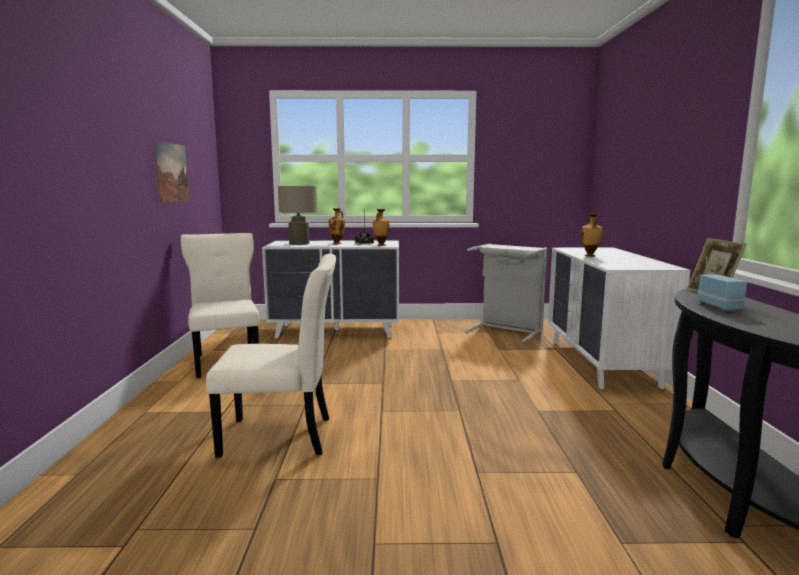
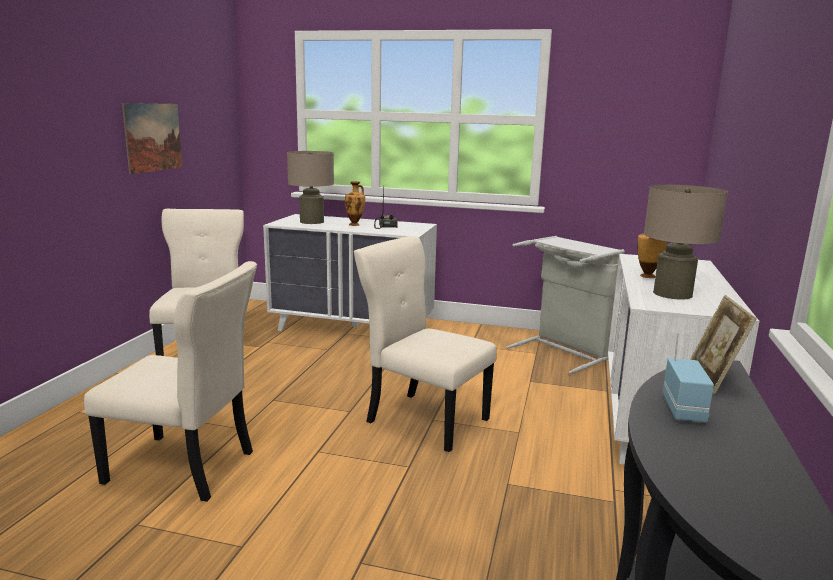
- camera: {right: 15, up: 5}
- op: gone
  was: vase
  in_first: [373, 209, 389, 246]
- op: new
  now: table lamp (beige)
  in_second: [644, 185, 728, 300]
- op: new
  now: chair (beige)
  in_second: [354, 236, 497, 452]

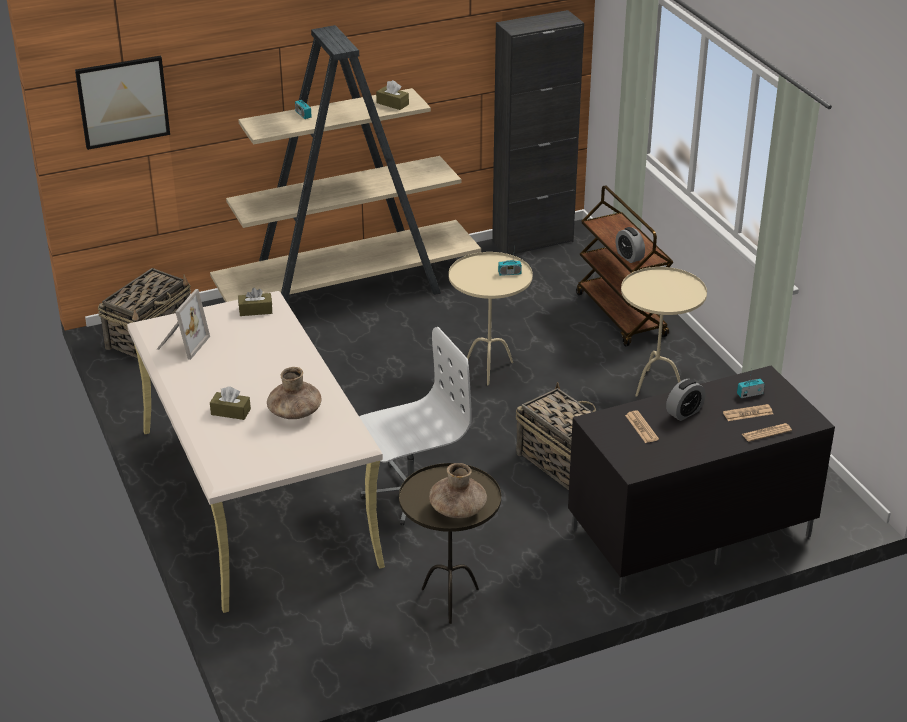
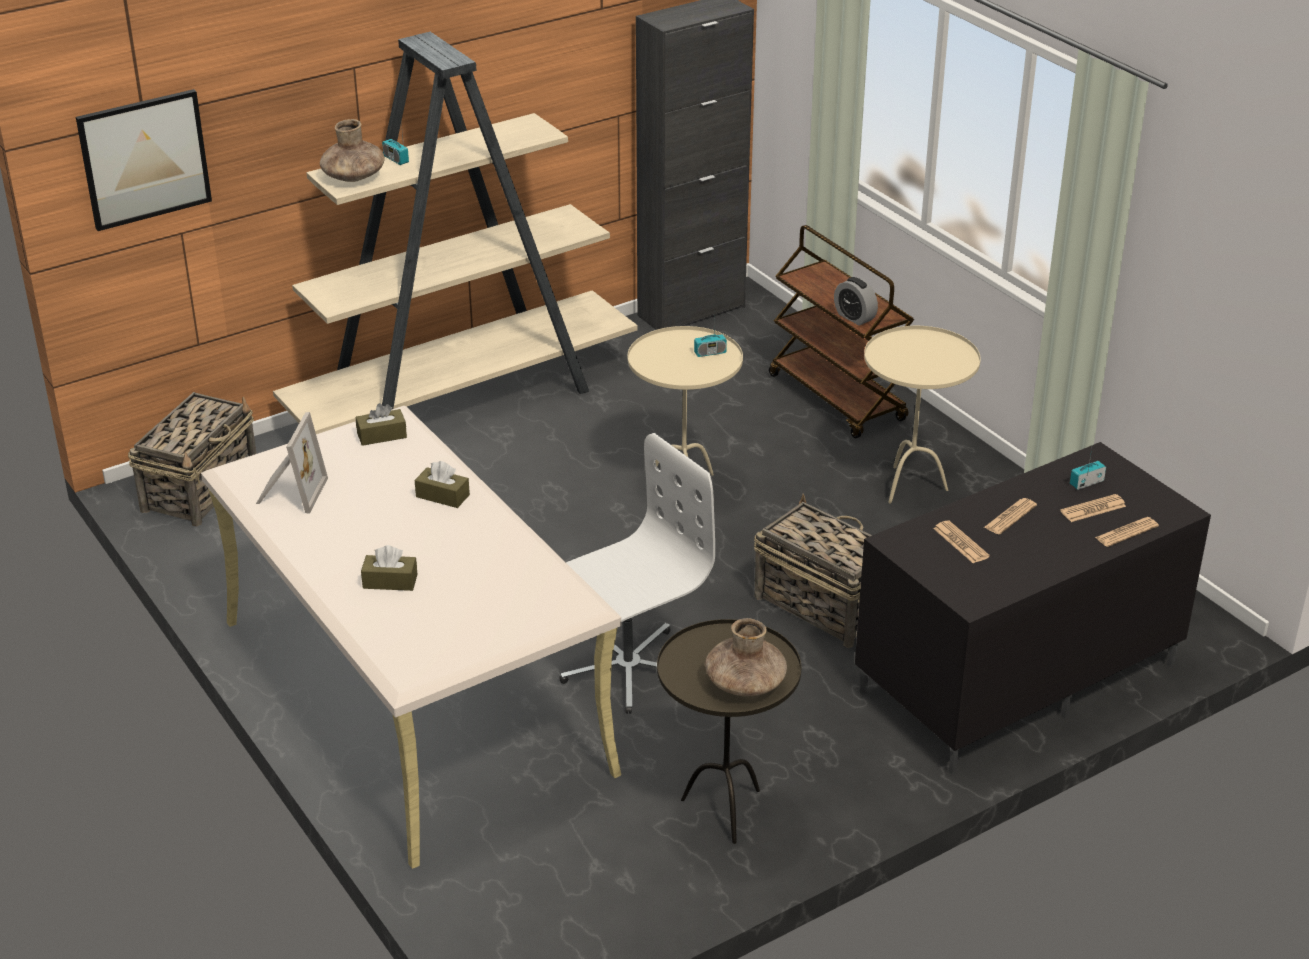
- camera: {right: -10, up: 0}
- op: shifted
  was: tissue box (brown)
  in_first: [376, 80, 409, 110]
  in_second: [415, 461, 470, 508]
- op: shifted
  was: vase (brown)
  in_first: [267, 367, 321, 419]
  in_second: [320, 119, 384, 182]
- op: swapped
  was: alarm clock
  now: newspaper
  in_first: [666, 379, 706, 421]
  in_second: [984, 498, 1037, 534]

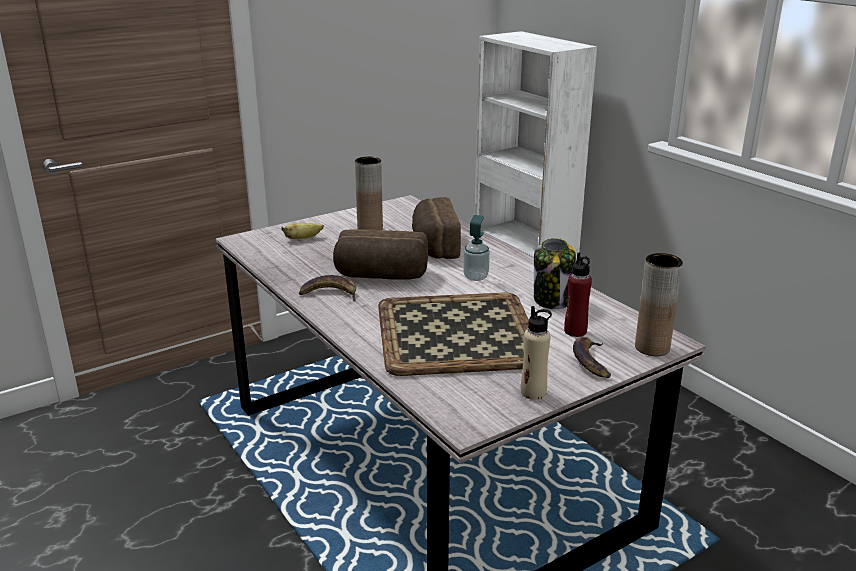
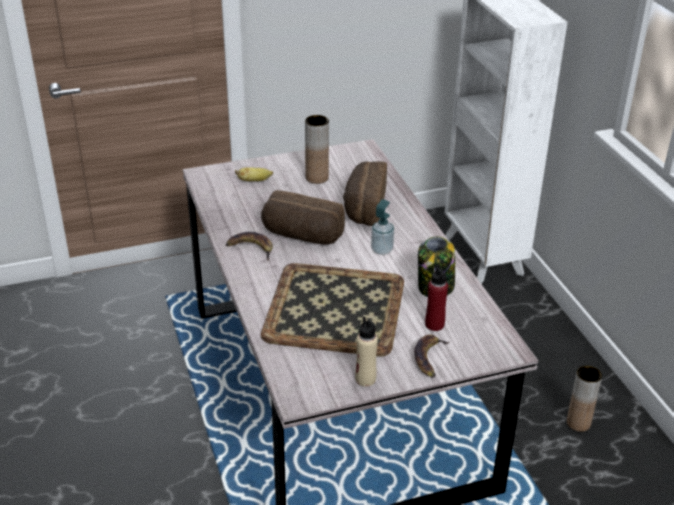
- camera: {right: 15, up: 10}
- op: shifted
  was: vase (brown)
  in_first: [635, 253, 683, 356]
  in_second: [567, 366, 602, 432]

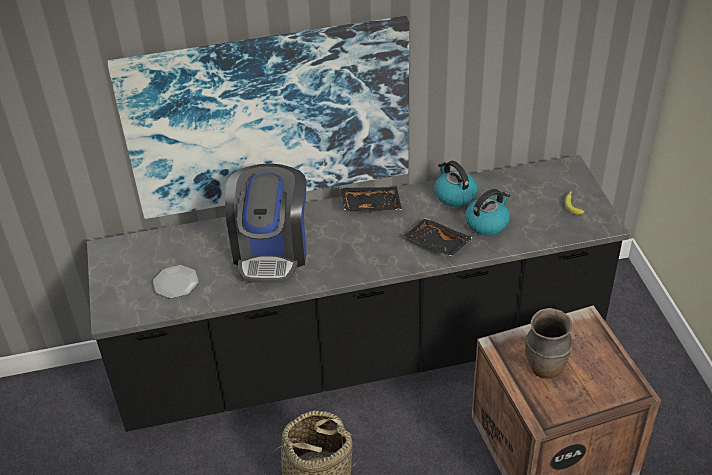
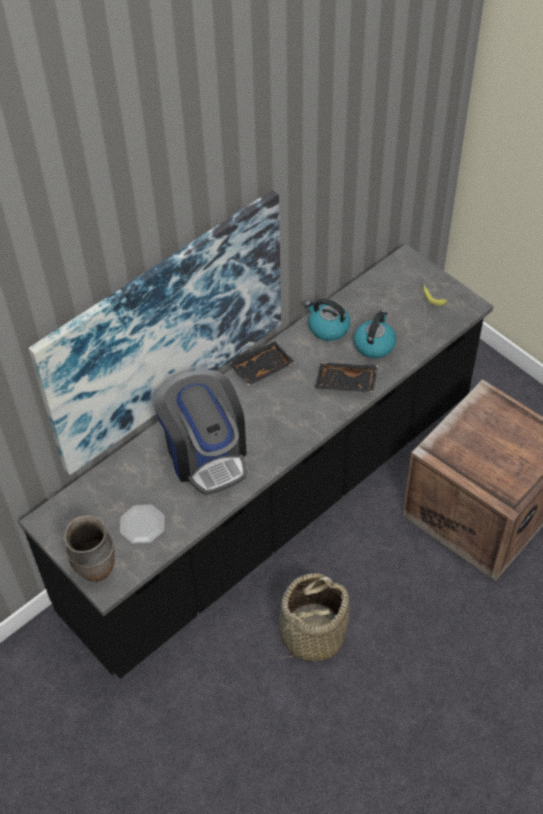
- camera: {right: -30, up: 10}
- op: shifted
  was: vase (brown)
  in_first: [525, 308, 572, 379]
  in_second: [64, 515, 115, 582]

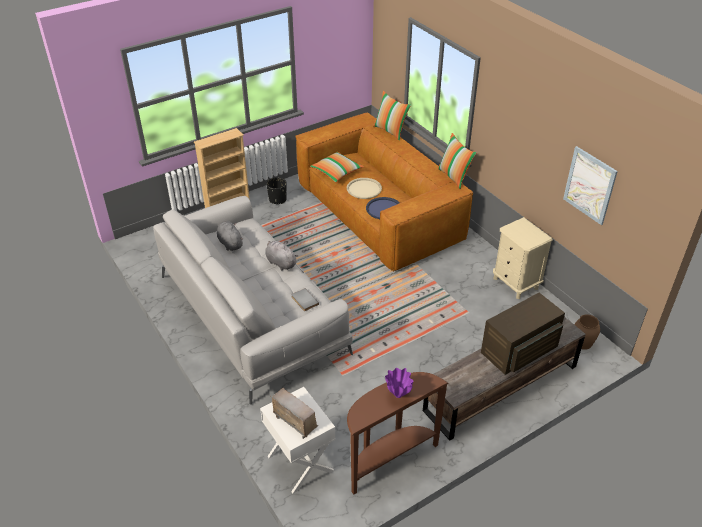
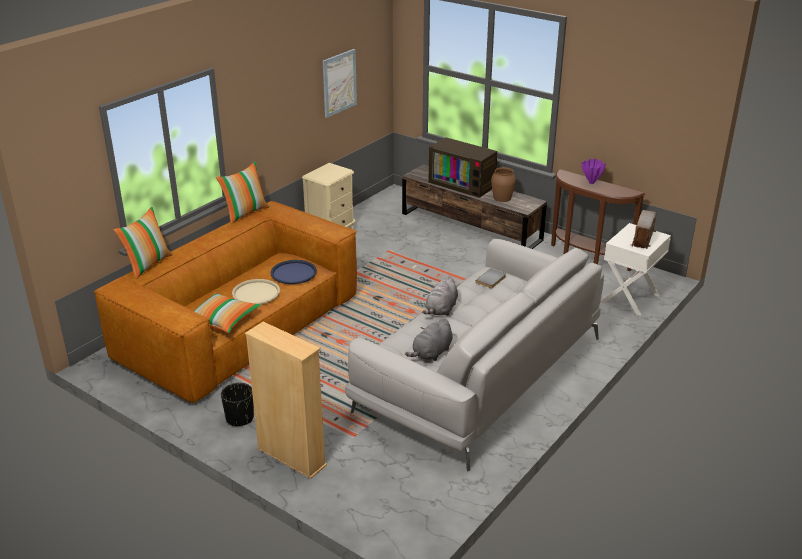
- camera: {right: -110, up: -10}
- op: shifted
  was: vase (brown)
  in_first: [575, 314, 600, 350]
  in_second: [491, 167, 516, 202]

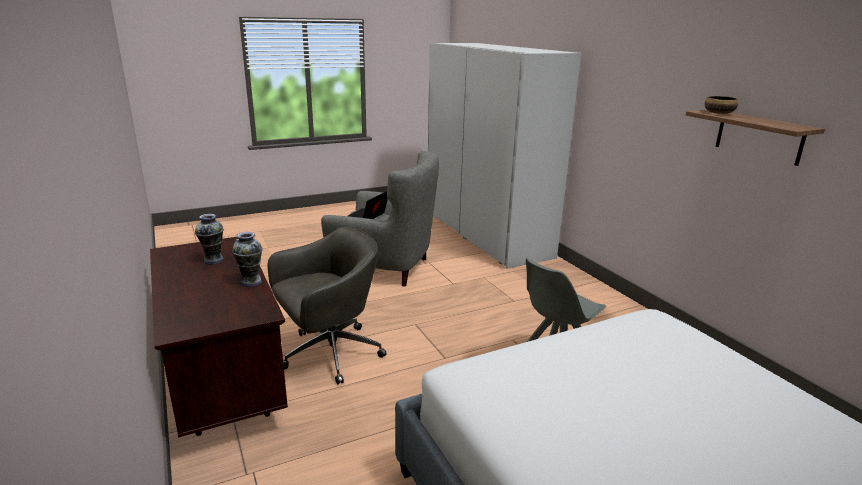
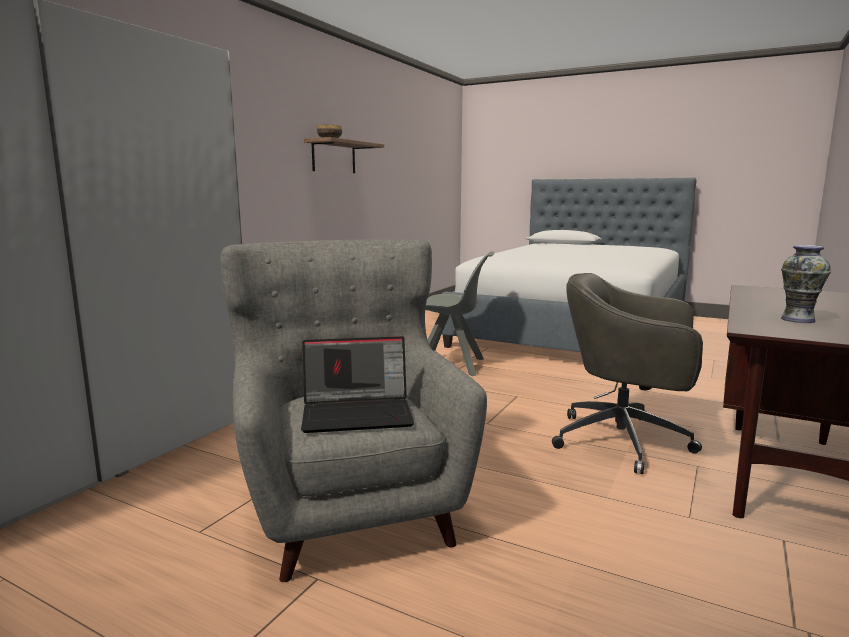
- camera: {right: -125, up: -10}
- op: gone
  was: vase
  in_first: [232, 232, 263, 287]

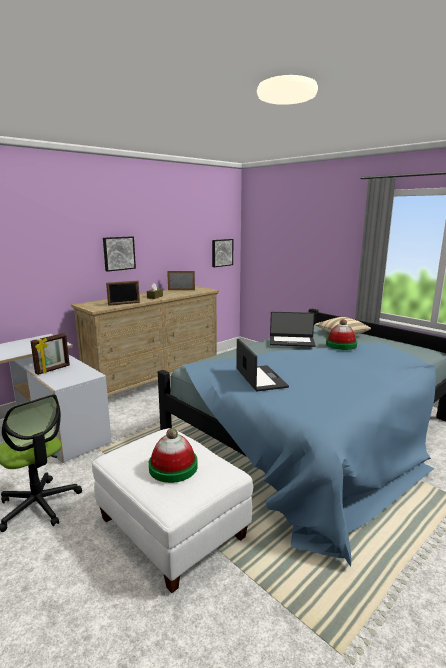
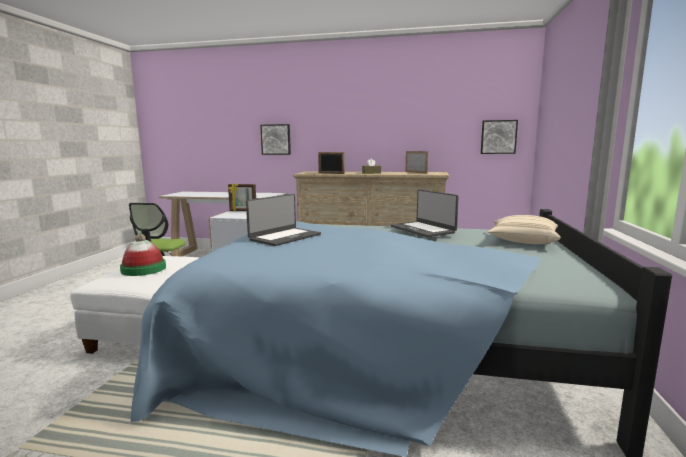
- camera: {right: 55, up: -5}
- op: shifted
  was: picture
  in_first: [103, 236, 136, 272]
  in_second: [260, 124, 291, 155]
- op: gone
  was: hat
  in_first: [326, 319, 357, 350]

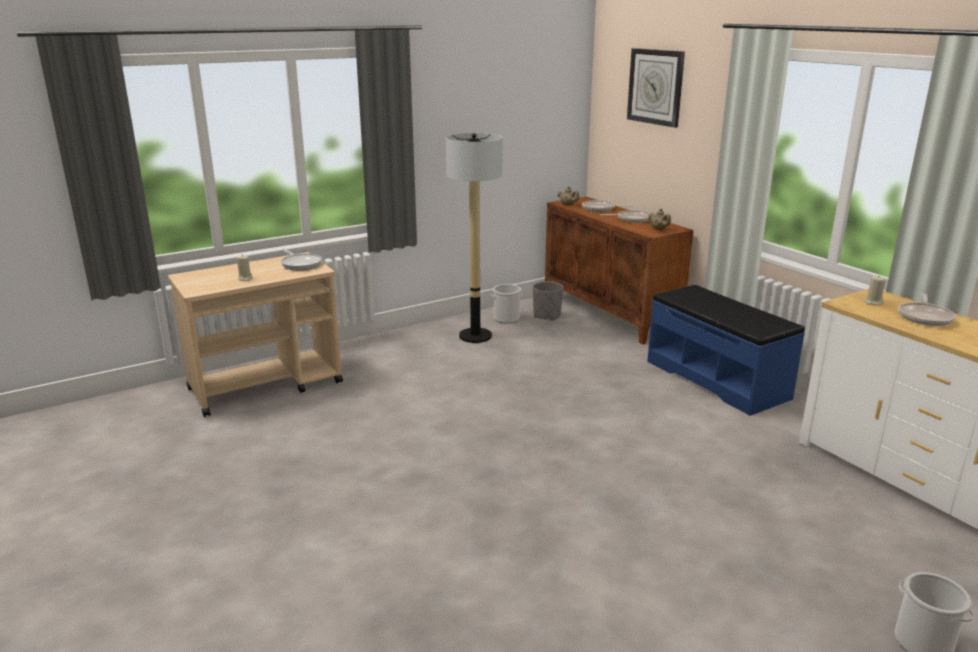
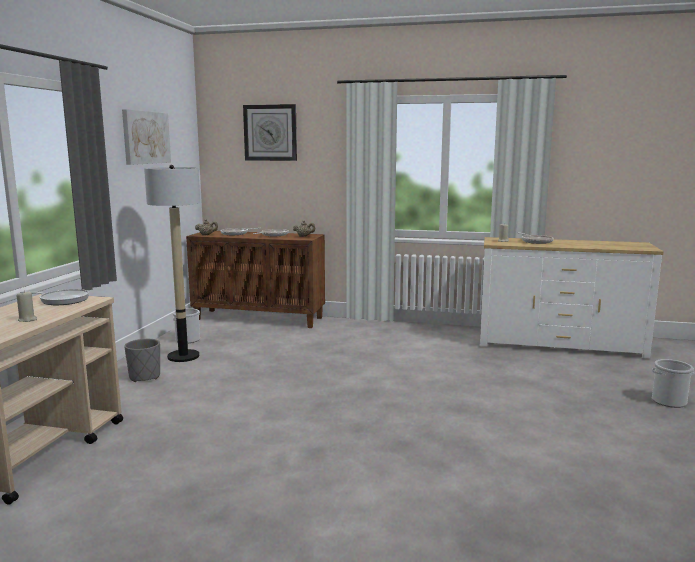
- camera: {right: -45, up: -10}
- op: shifted
  was: planter (grey)
  in_first: [533, 281, 563, 321]
  in_second: [124, 339, 160, 382]
- op: gone
  was: bench (blue)
  in_first: [647, 285, 805, 416]
- op: new
  now: picture
  in_second: [122, 109, 171, 165]

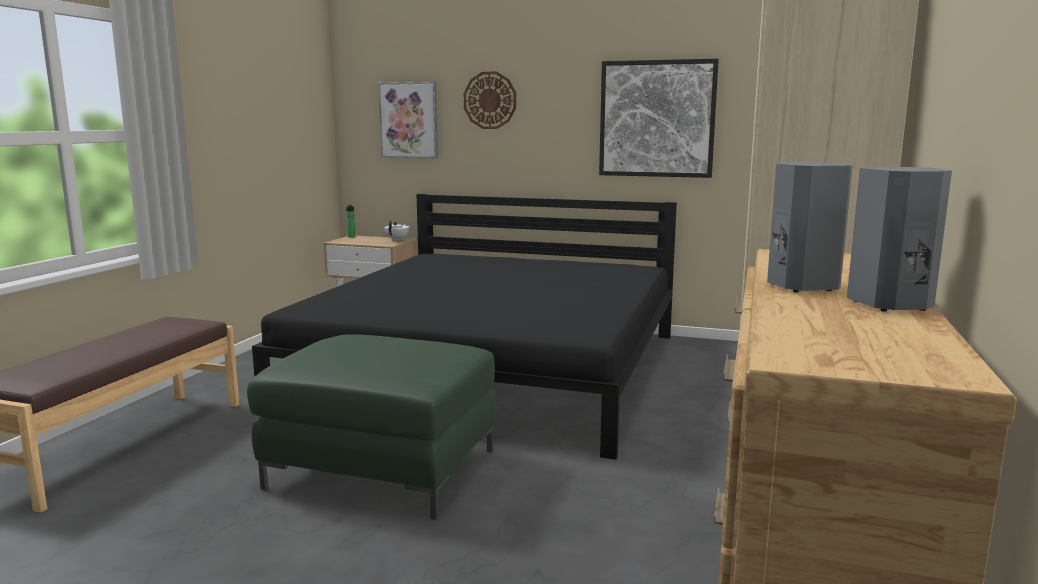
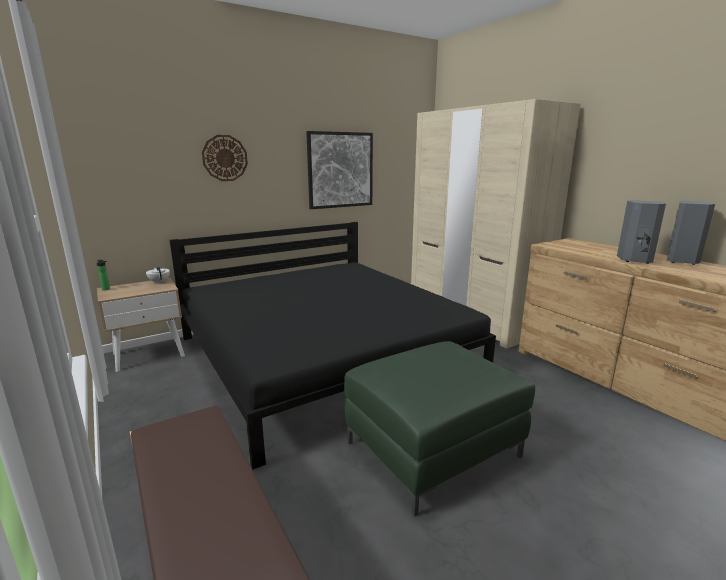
- camera: {right: -50, up: 5}
- op: gone
  was: picture
  in_first: [378, 82, 438, 158]

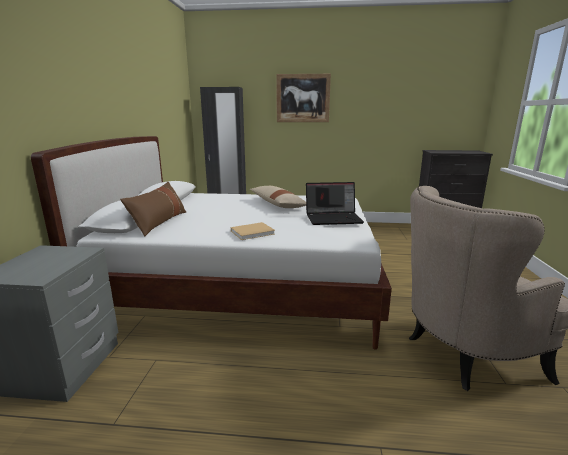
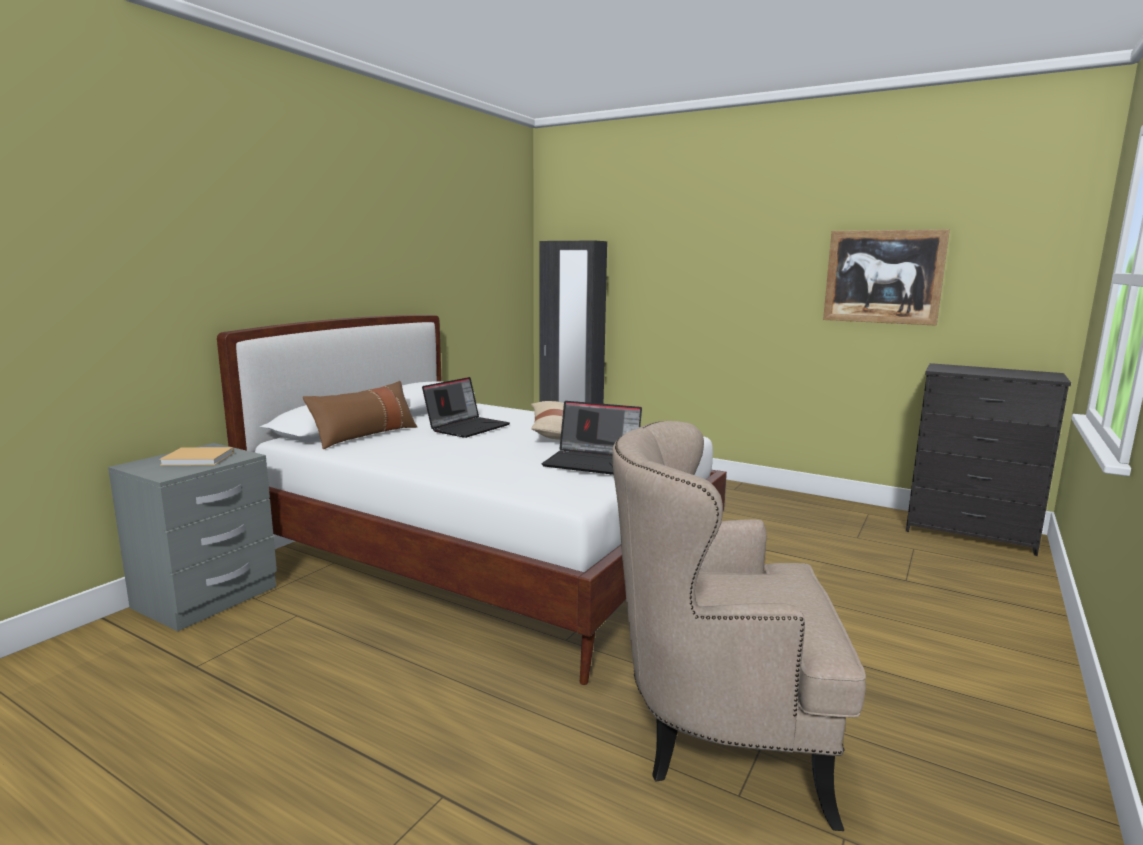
- camera: {right: 25, up: -5}
- op: shifted
  was: picture
  in_first: [276, 74, 331, 122]
  in_second: [823, 229, 950, 326]
- op: shifted
  was: book (beige)
  in_first: [231, 222, 275, 240]
  in_second: [159, 447, 234, 466]
- op: new
  now: laptop
  in_second: [422, 377, 510, 438]

